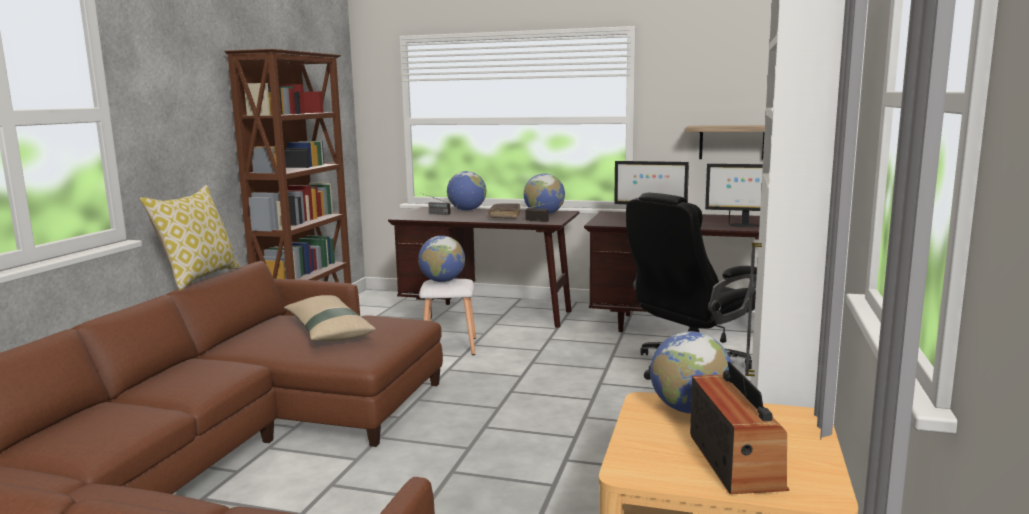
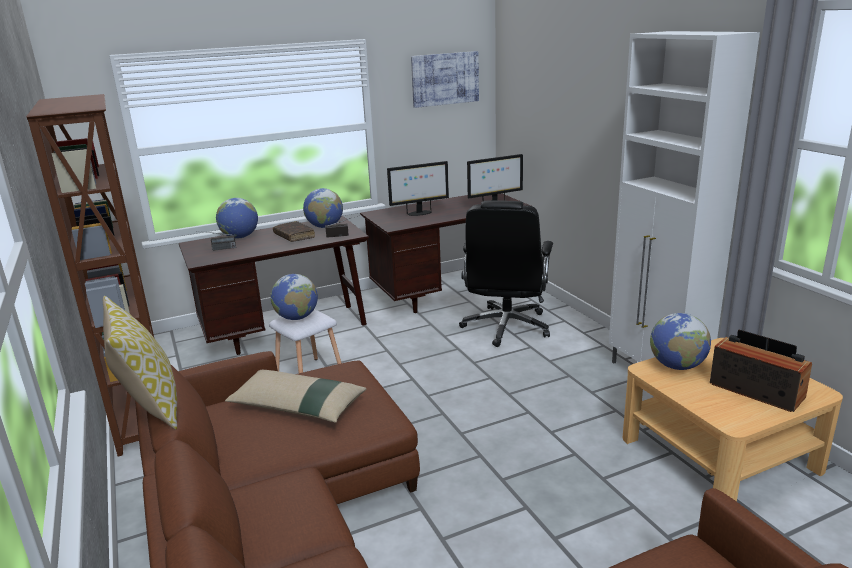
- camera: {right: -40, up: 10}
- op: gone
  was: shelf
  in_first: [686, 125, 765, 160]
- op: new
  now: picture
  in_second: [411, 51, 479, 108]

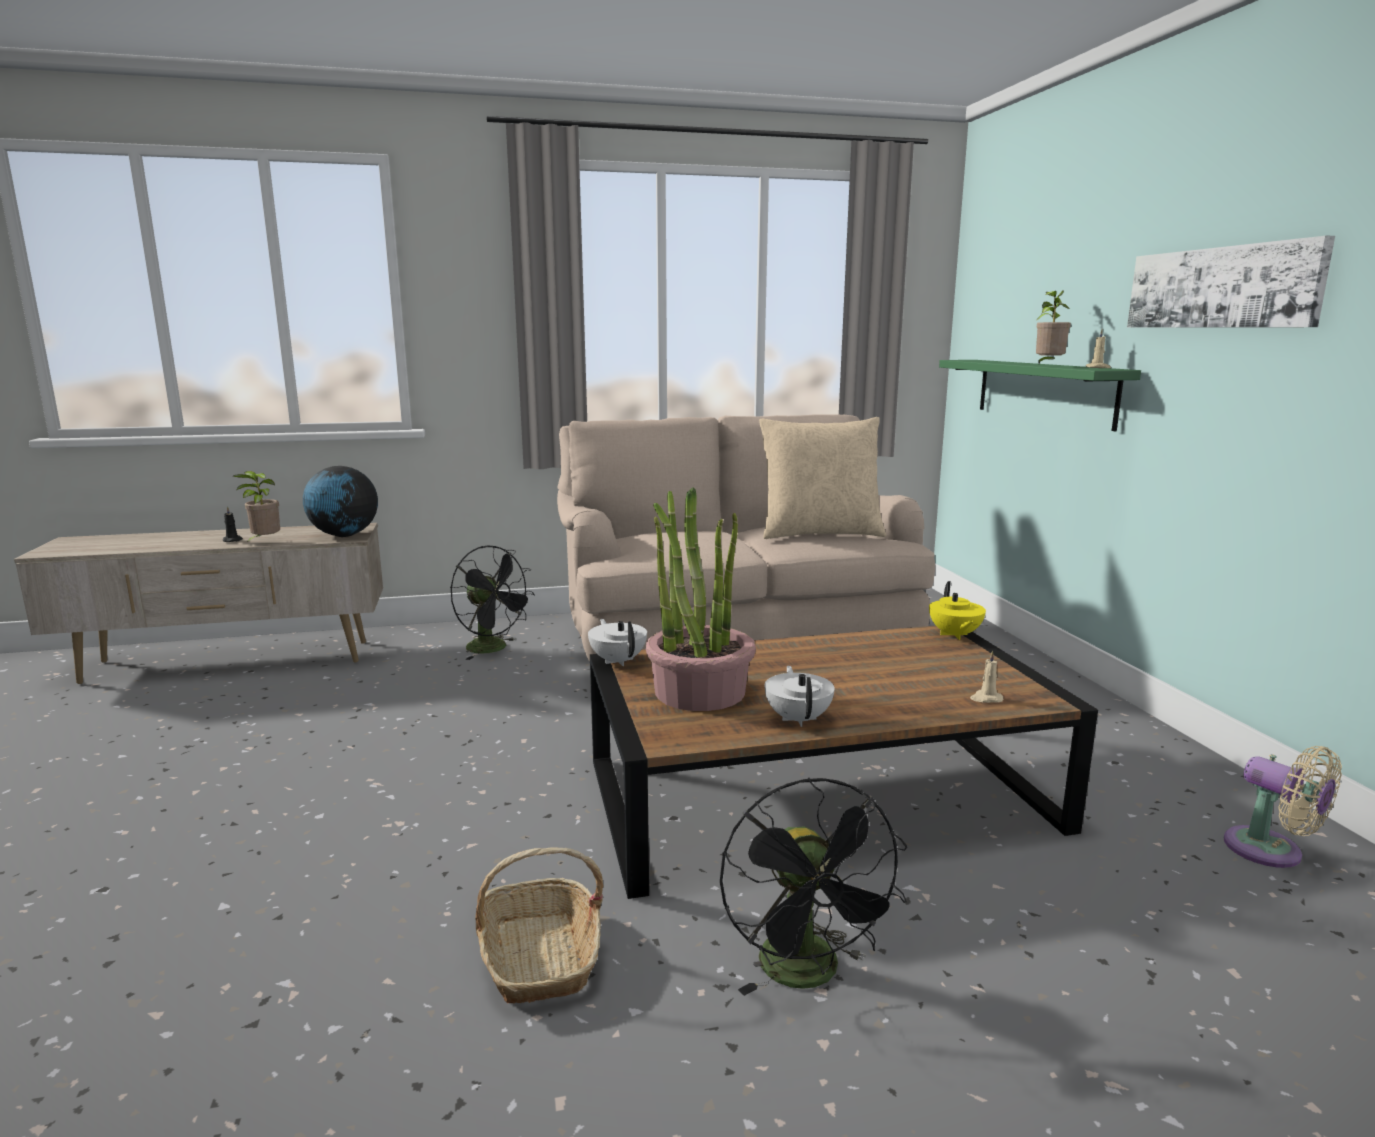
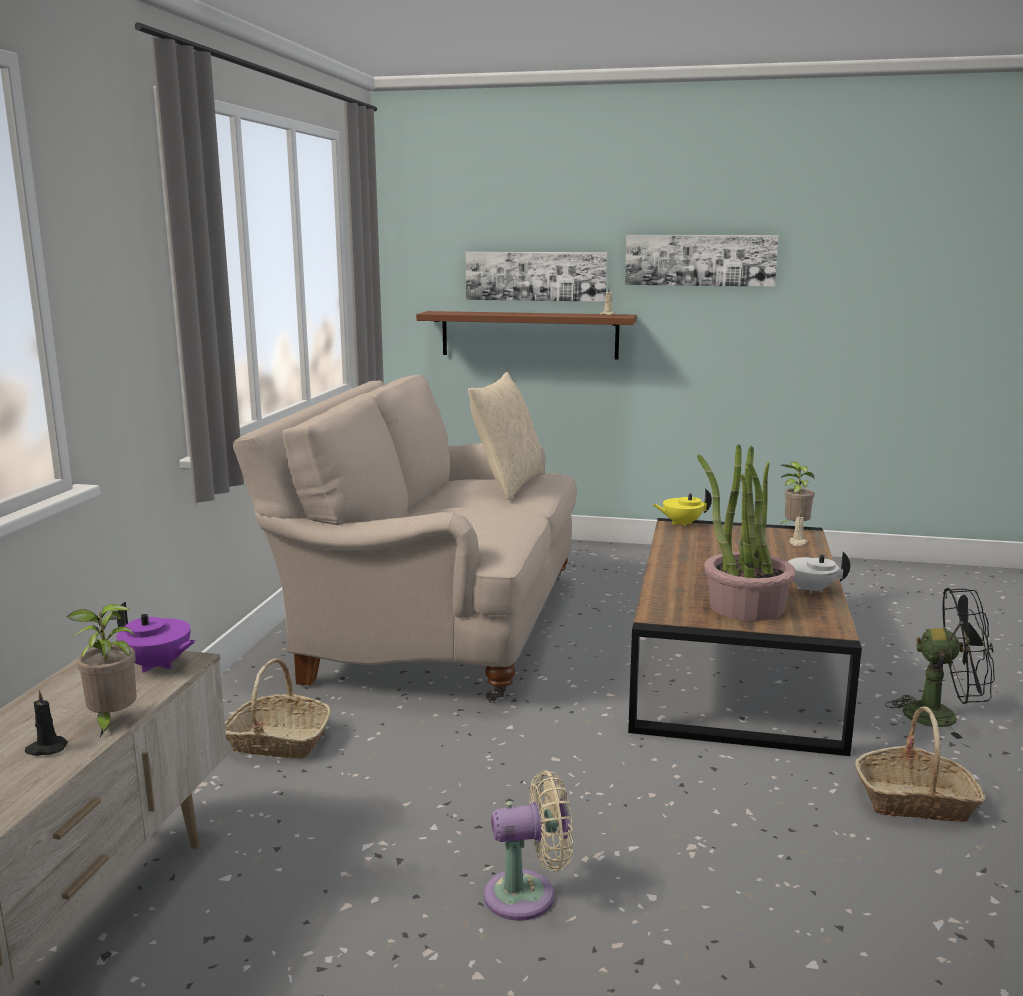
- camera: {right: -65, up: 0}
- op: shifted
  was: potted plant
  in_first: [1036, 291, 1071, 364]
  in_second: [779, 462, 814, 525]
- op: repainted
  was: shelf (green)
  now: shelf (brown)
  in_first: [939, 360, 1141, 431]
  in_second: [416, 311, 637, 360]
- op: swapped
  was: globe
  now: teapot (purple)
  in_first: [303, 466, 378, 537]
  in_second: [117, 602, 196, 673]
- op: swapped
  was: fan (black)
  now: basket
  in_first: [451, 545, 535, 660]
  in_second: [225, 658, 331, 759]
- op: rotated
  was: teapot (yellow)
  in_first: [929, 581, 986, 640]
  in_second: [652, 489, 712, 527]
  clockwise: 150
- op: gone
  was: teapot (white)
  in_first: [588, 619, 647, 666]
- op: shifted
  was: fan (beige)
  in_first: [1224, 746, 1342, 868]
  in_second: [484, 770, 573, 921]
- op: new
  now: picture
  in_second: [465, 252, 607, 302]

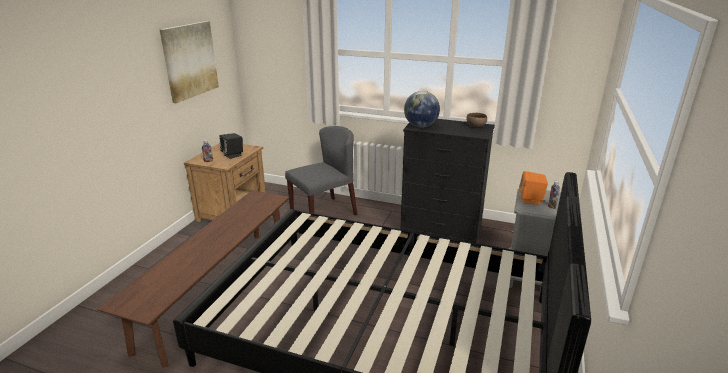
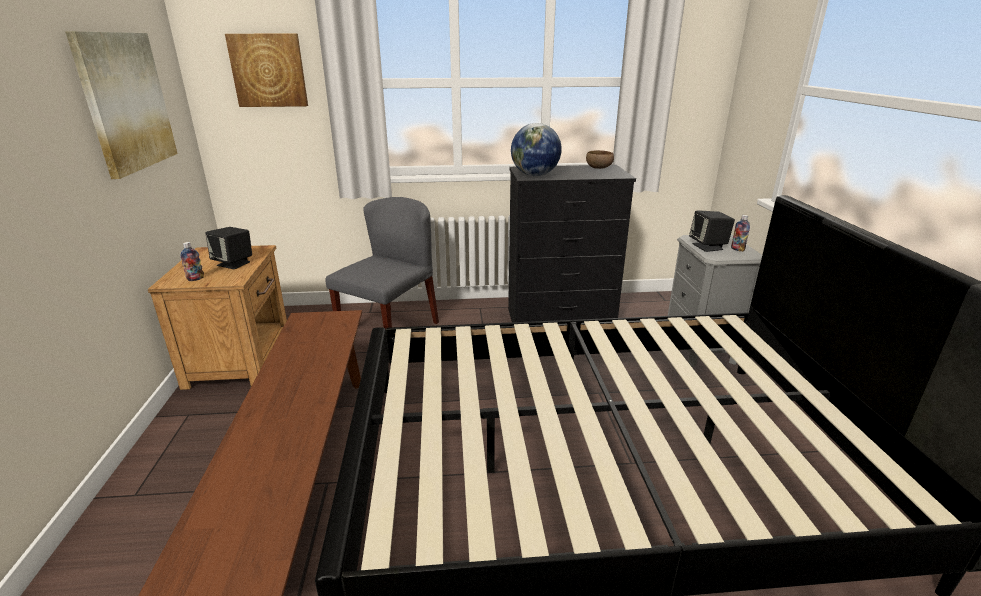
- camera: {right: -25, up: 0}
- op: repainted
  was: speaker (orange)
  now: speaker (black)
  in_first: [519, 171, 548, 205]
  in_second: [689, 211, 735, 252]
- op: new
  now: picture
  in_second: [225, 34, 308, 107]

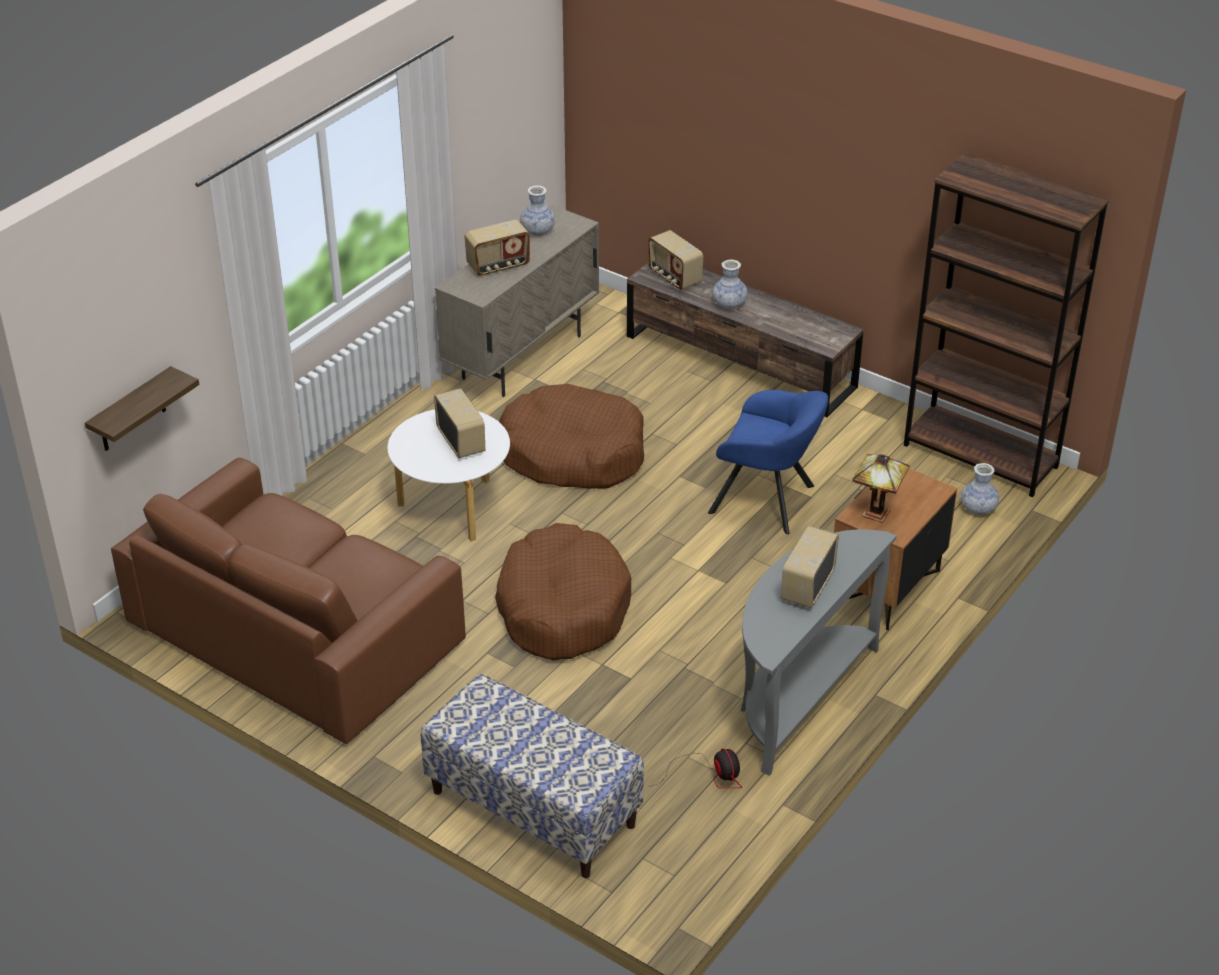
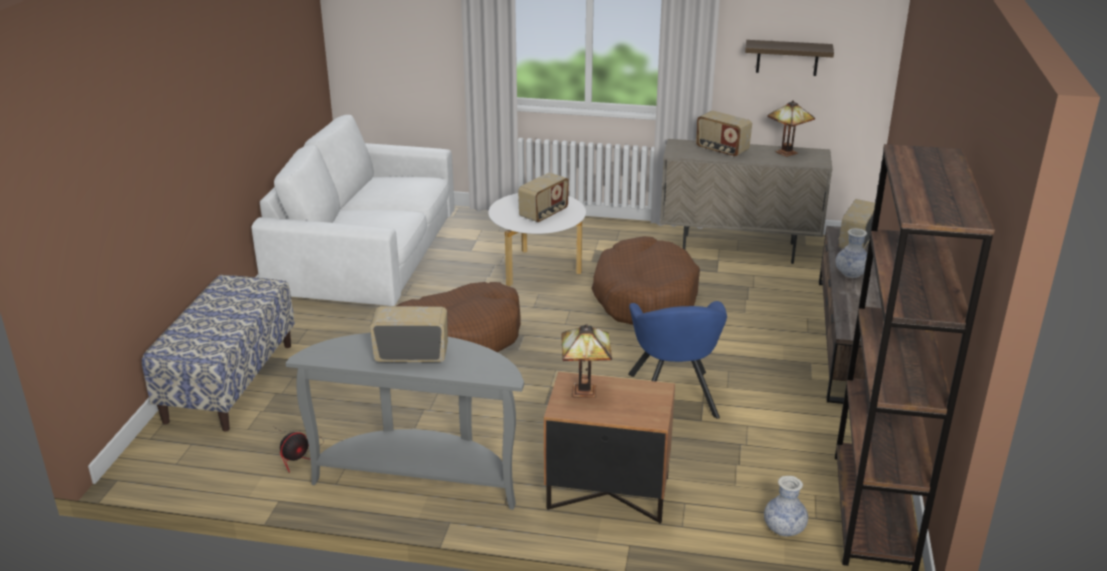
- camera: {right: 65, up: -10}
- op: swapped
  was: vase
  now: table lamp
  in_first: [520, 185, 555, 236]
  in_second: [767, 100, 815, 157]
- op: shifted
  was: shelf
  in_first: [85, 366, 199, 451]
  in_second: [745, 40, 834, 76]
- op: repainted
  was: sofa (brown)
  now: sofa (white)
  in_first: [111, 458, 466, 744]
  in_second: [251, 115, 455, 306]

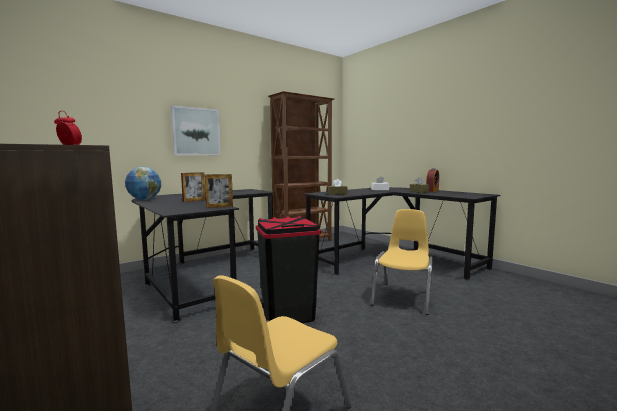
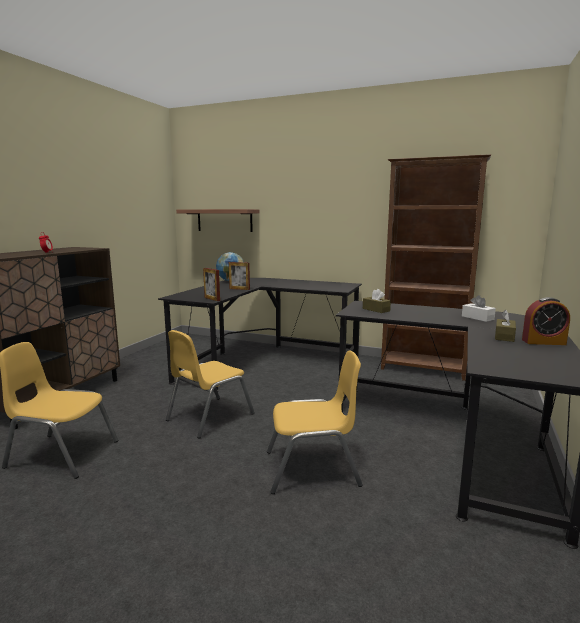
- camera: {right: 60, up: 5}
- op: gone
  was: picture
  in_first: [171, 106, 221, 155]
- op: swapped
  was: trash can (black)
  now: chair (yellow)
  in_first: [256, 216, 321, 323]
  in_second: [166, 330, 255, 439]
- op: new
  now: shelf
  in_second: [176, 209, 260, 232]

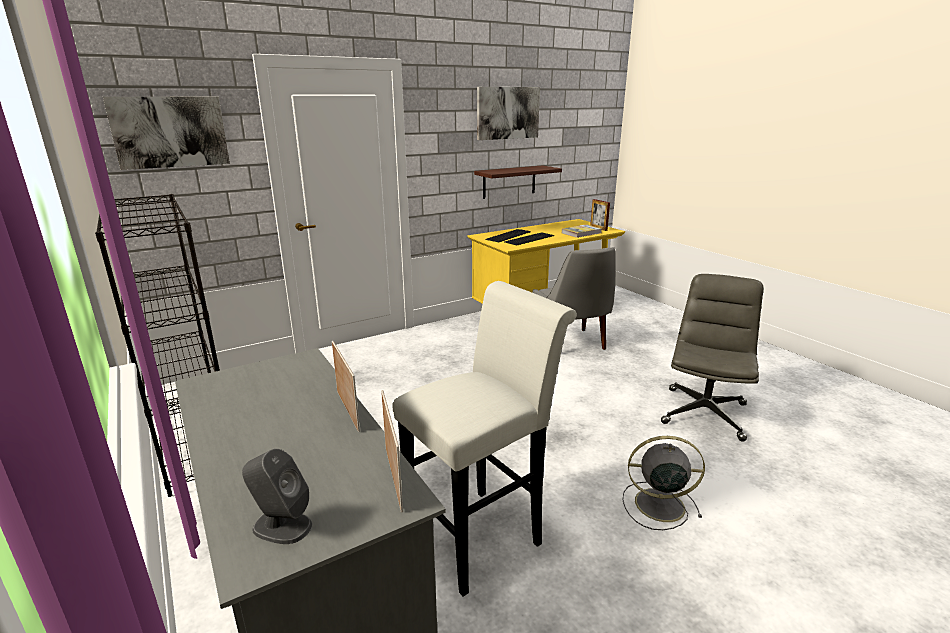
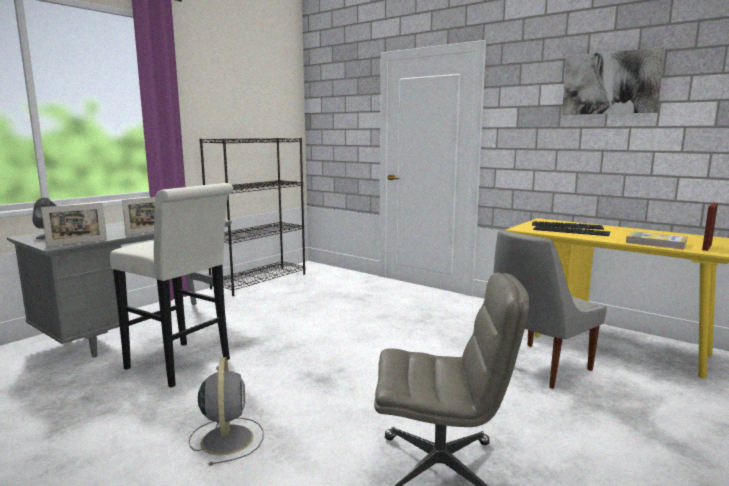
- camera: {right: 70, up: -10}
- op: gone
  was: picture
  in_first: [103, 97, 230, 170]
- op: gone
  was: shelf
  in_first: [474, 165, 562, 199]

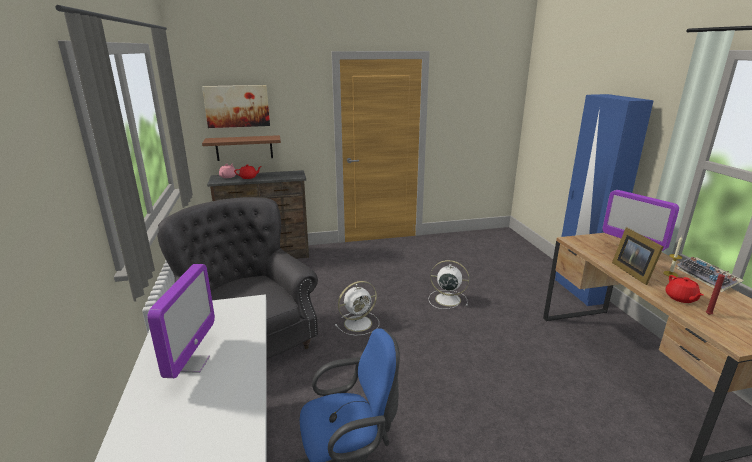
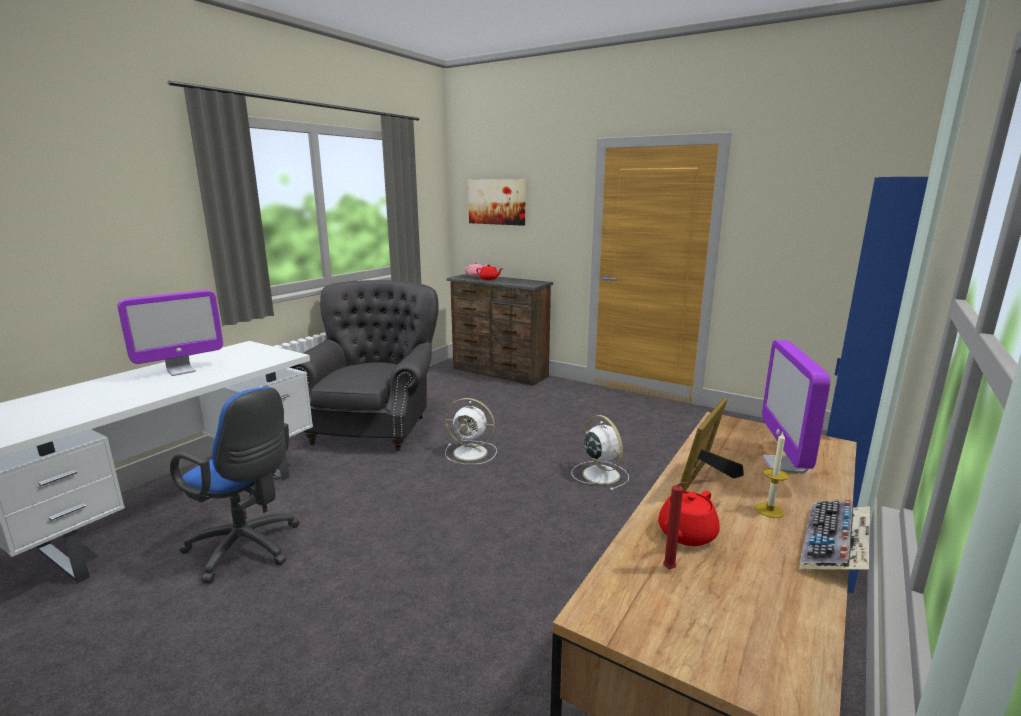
- camera: {right: 45, up: -5}
- op: gone
  was: shelf (brown)
  in_first: [202, 135, 281, 161]

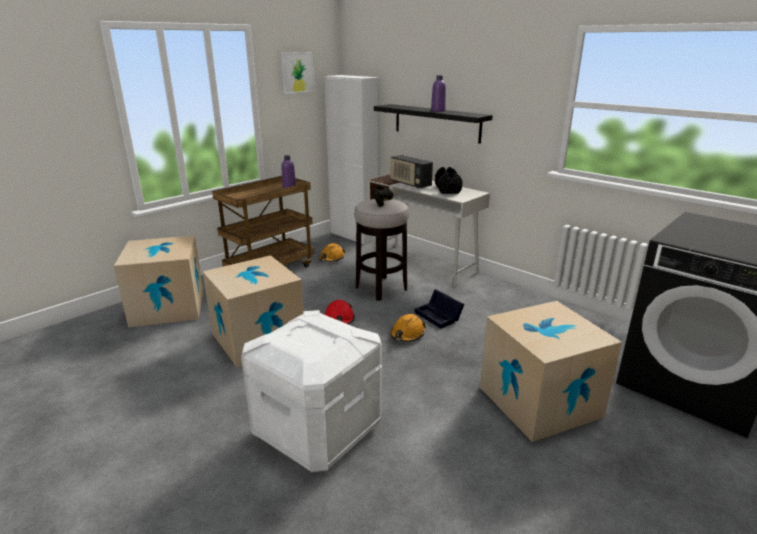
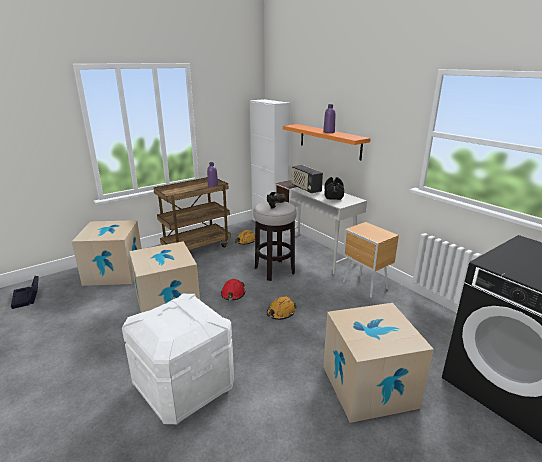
- camera: {right: 10, up: 0}
- op: gone
  was: picture
  in_first: [281, 52, 315, 94]
- op: repainted
  was: shelf (black)
  now: shelf (orange)
  in_first: [374, 104, 493, 144]
  in_second: [283, 124, 371, 160]
- op: shifted
  was: storage box (black)
  in_first: [414, 289, 464, 328]
  in_second: [11, 276, 39, 309]
- op: new
  now: nightstand (brown)
  in_second: [343, 222, 399, 298]

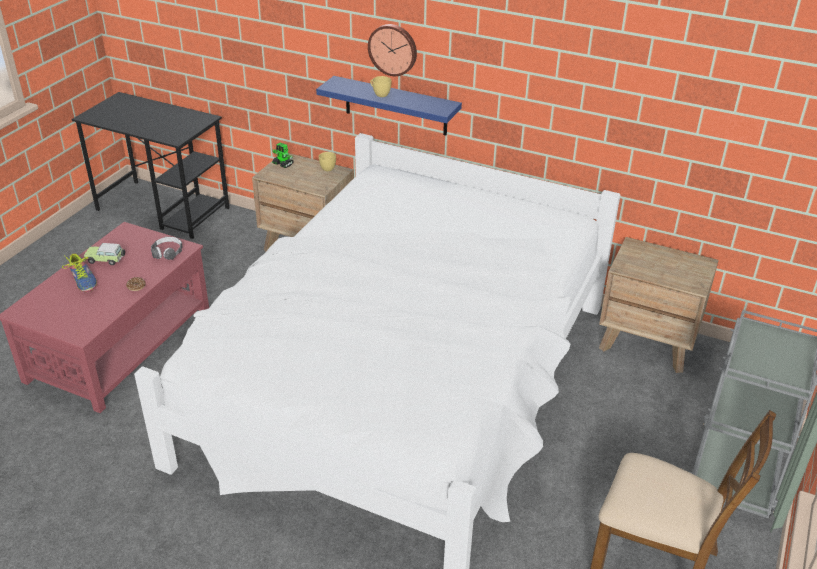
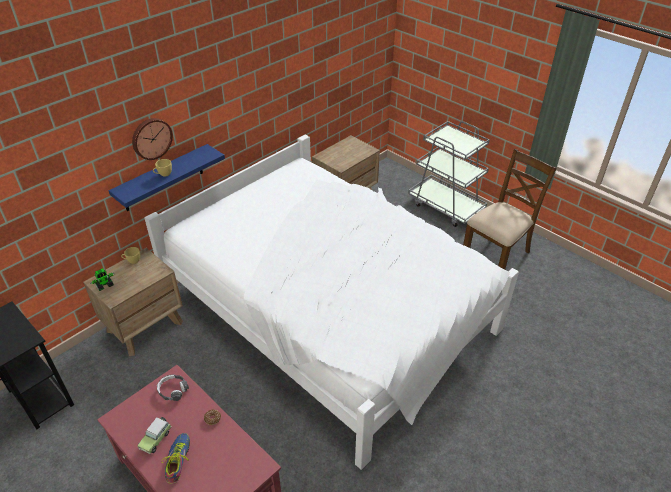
- camera: {right: -70, up: 5}
- op: rotated
  was: shoe
  in_first: [62, 254, 97, 292]
  in_second: [162, 433, 190, 484]
  clockwise: -75

